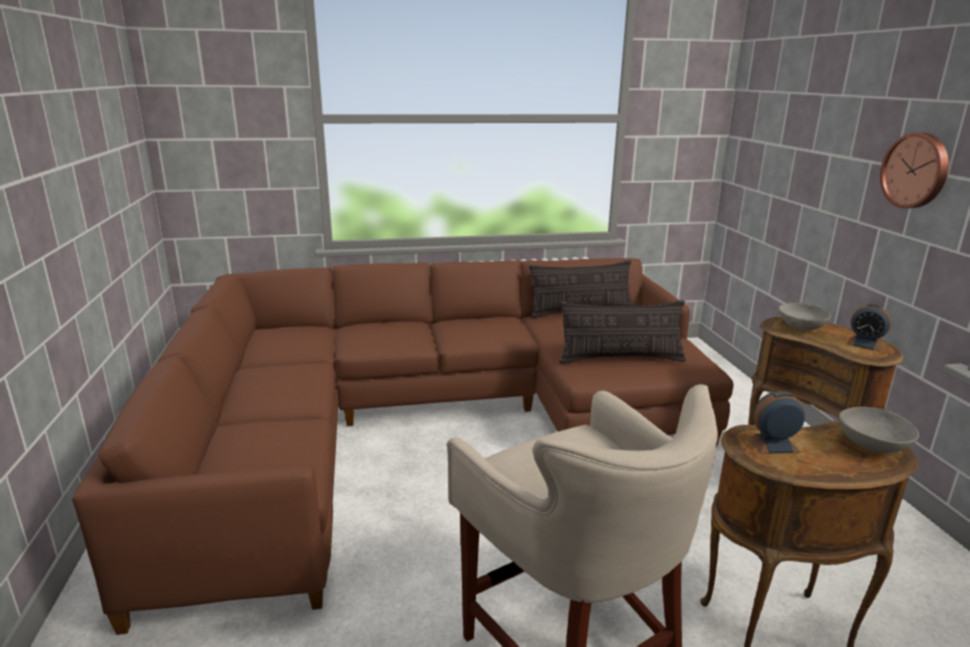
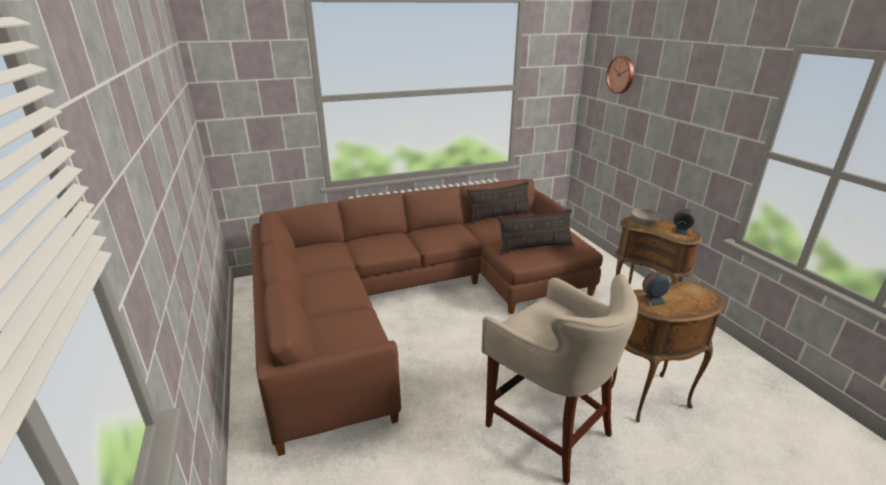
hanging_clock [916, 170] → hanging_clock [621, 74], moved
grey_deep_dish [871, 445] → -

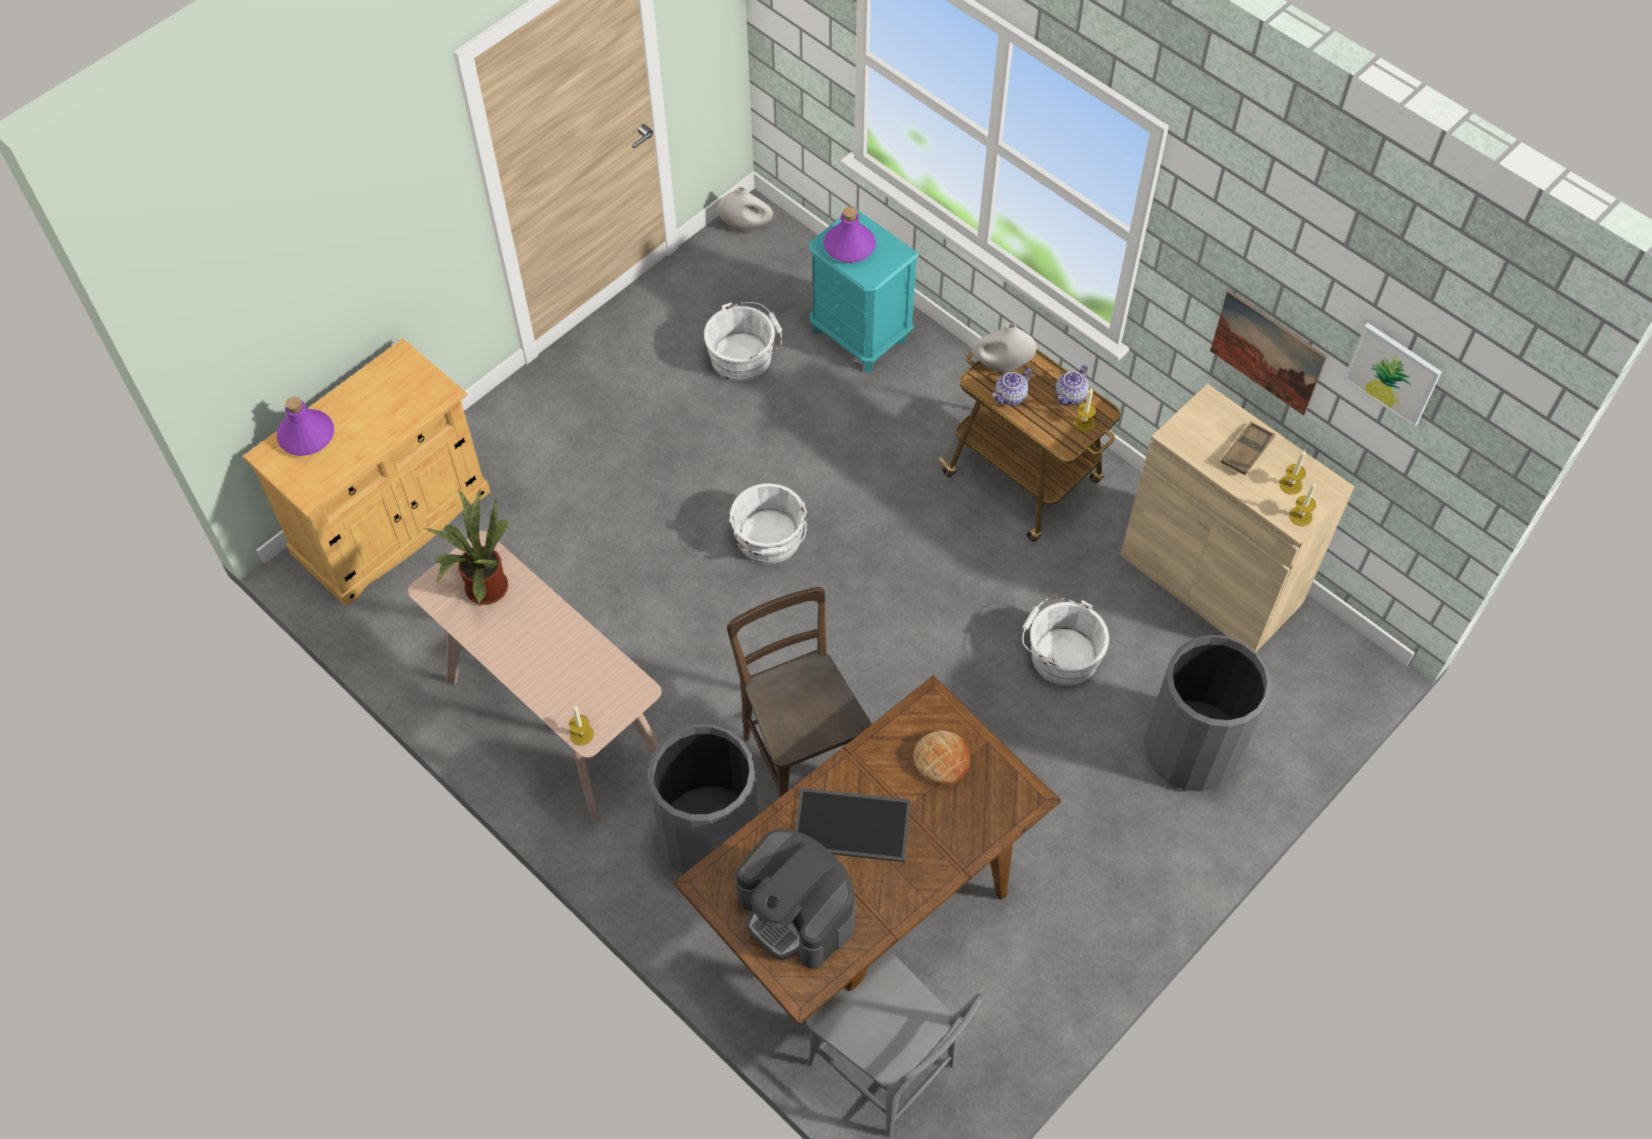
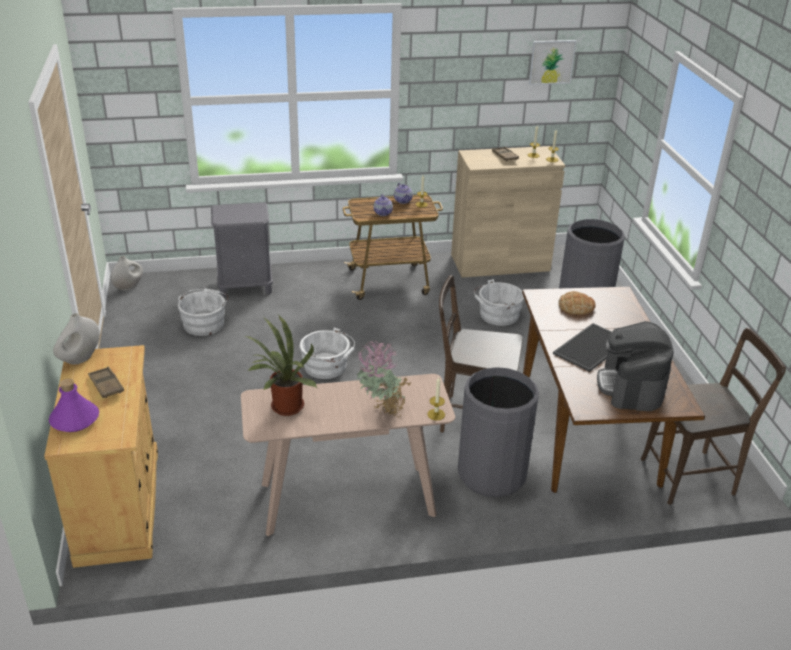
whitish_flower_vase [1001, 365] → whitish_flower_vase [80, 359], moved
- → brown-coloured_tray [106, 385]
turquoise_bedside_table [860, 335] → grey_bedside_table [246, 286]
- → houseplant [382, 413]
coffee_machine [797, 912] → coffee_machine [631, 386], 105 degrees clockwise
grey_plain_chair [887, 1069] → brown-coloured_plain_chair [692, 476]
purple_beverage_bottle [850, 246] → -
wall_art [1267, 352] → -

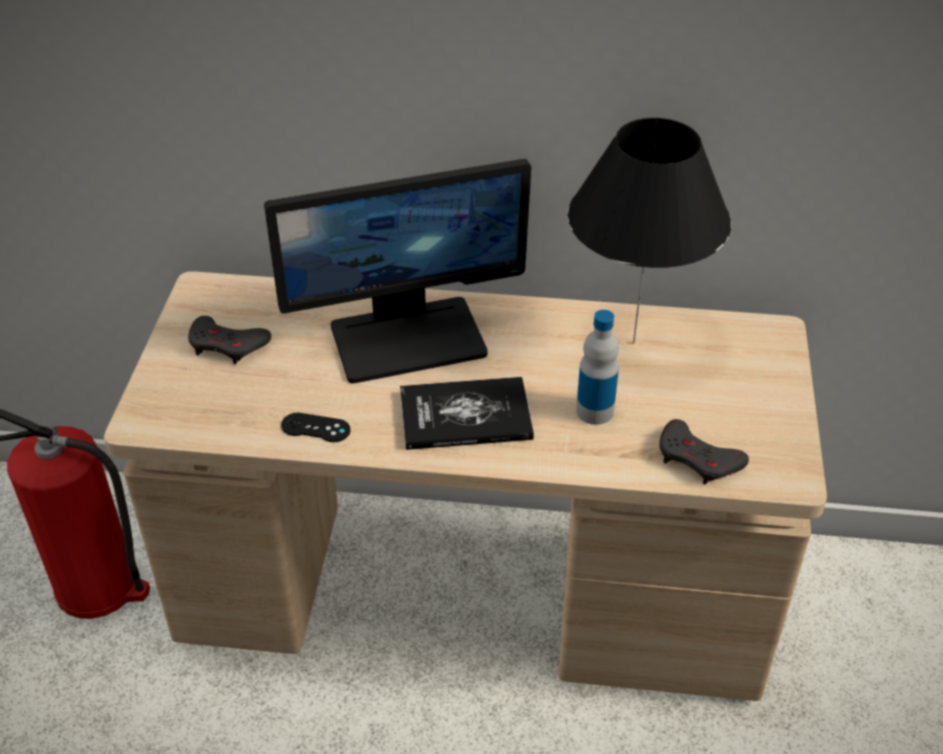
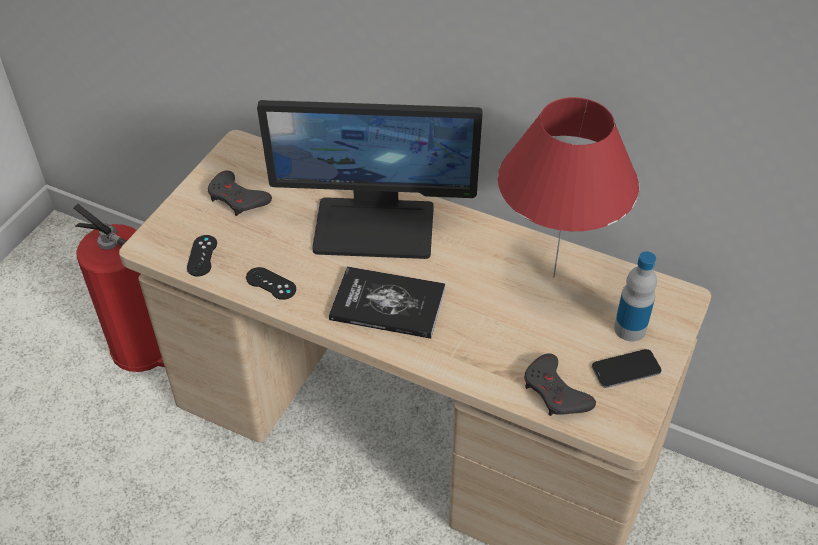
- → black_joypad [202, 256]
black_lamp_for_a_table [633, 342] → red-coloured_lamp_for_a_table [553, 276]
- → phone [626, 369]
beverage_bottle [594, 411] → beverage_bottle [630, 329], moved

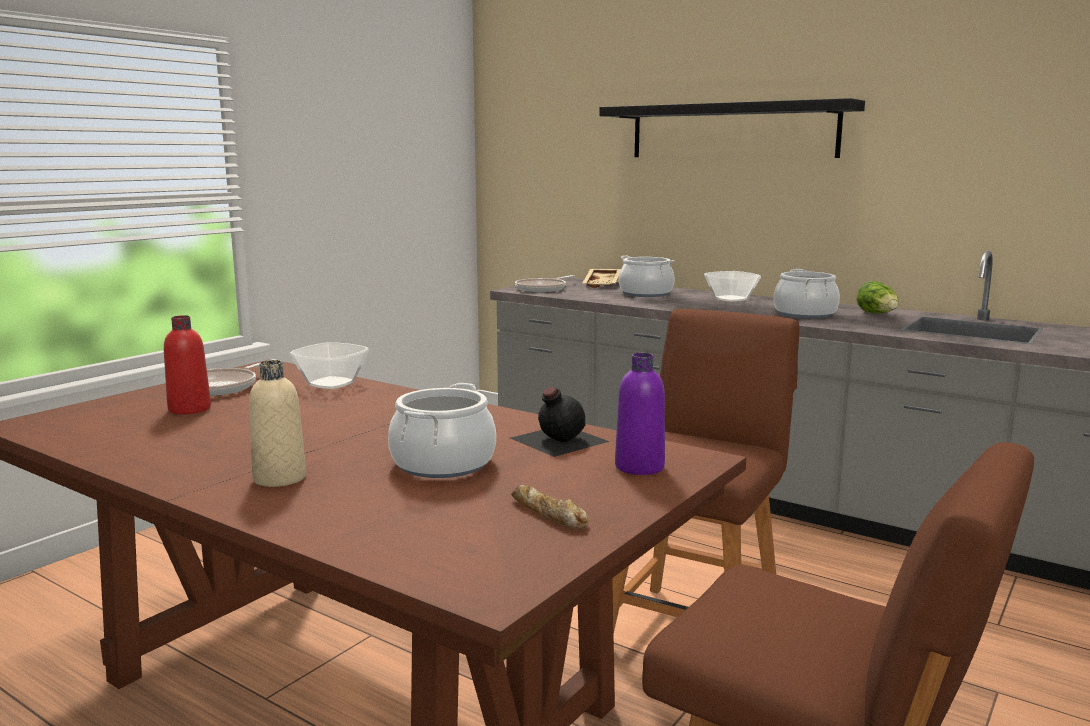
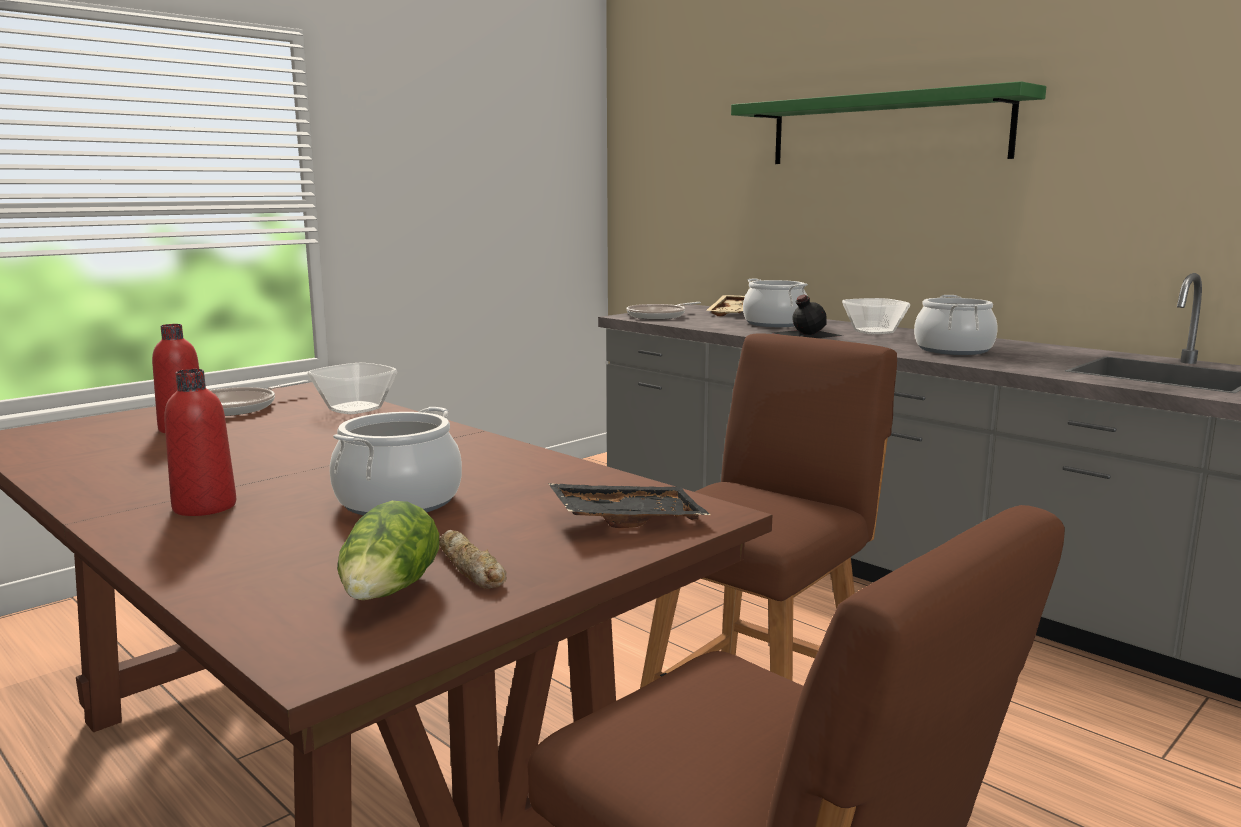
beige-coloured_beverage_bottle [279, 478] → red-coloured_beverage_bottle [204, 507]
lettuce_head [878, 314] → lettuce_head [389, 594], moved
purple_beverage_bottle [639, 467] → black_tray [627, 519]
black_shelf [731, 131] → greenish_shelf [885, 129]
black_beverage_bottle [557, 439] → black_beverage_bottle [805, 334], moved

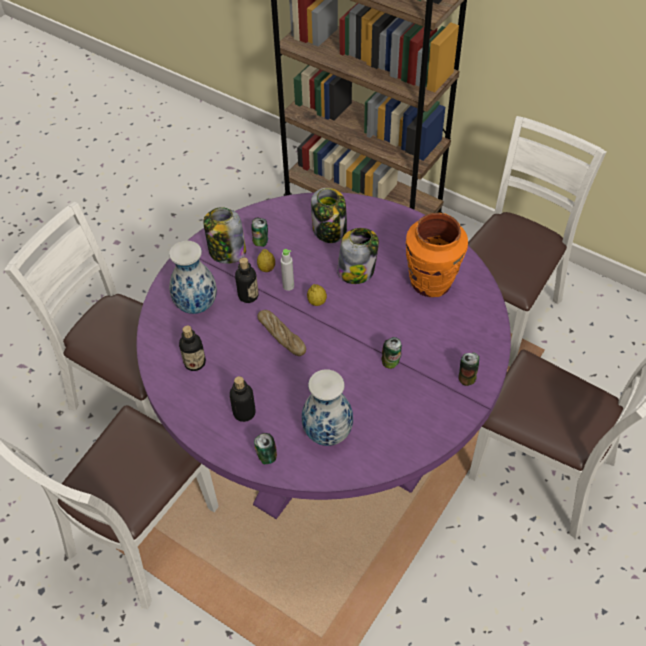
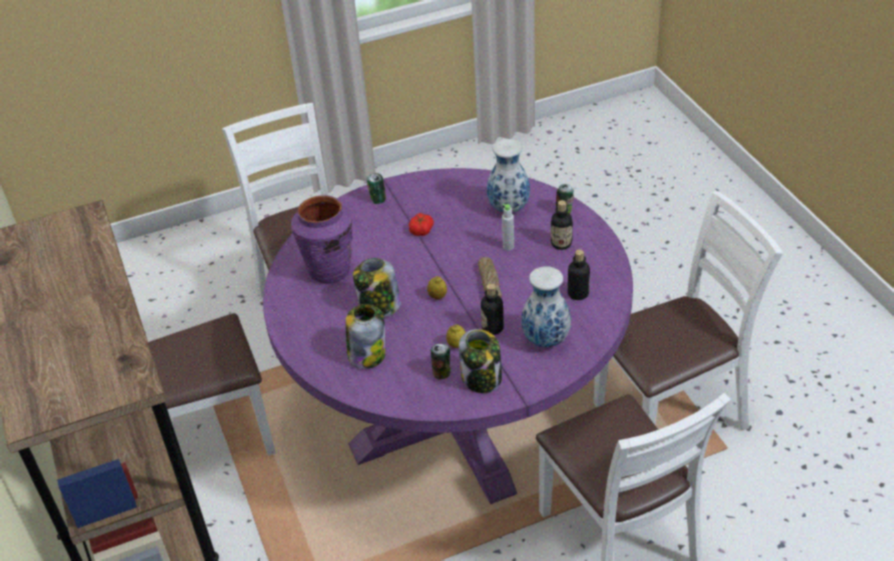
orangey_flower_vase [431, 283] → purple_flower_vase [329, 270]
sealed_can [391, 363] → fresh_tomato [421, 230]
grey_beverage_bottle [288, 286] → grey_beverage_bottle [508, 246], moved

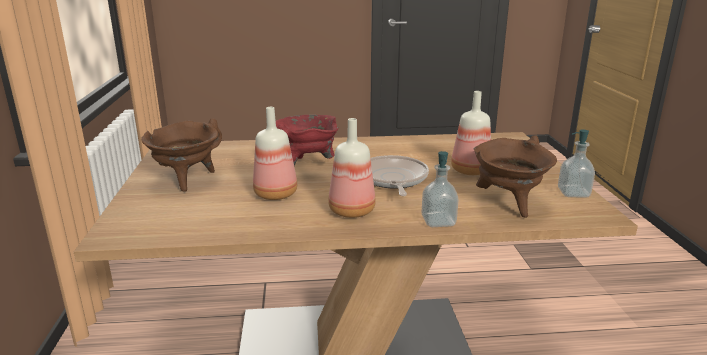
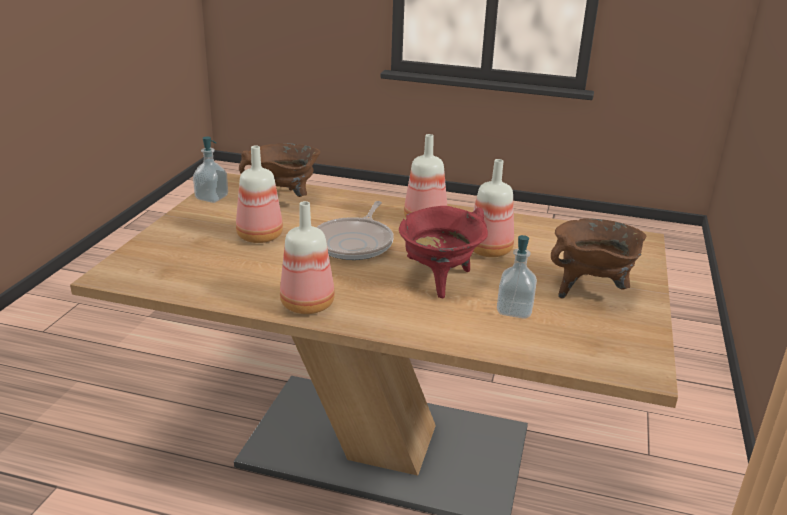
- → beverage_bottle [309, 305]
liquid_soap_bottle [438, 221] → liquid_soap_bottle [514, 310], moved

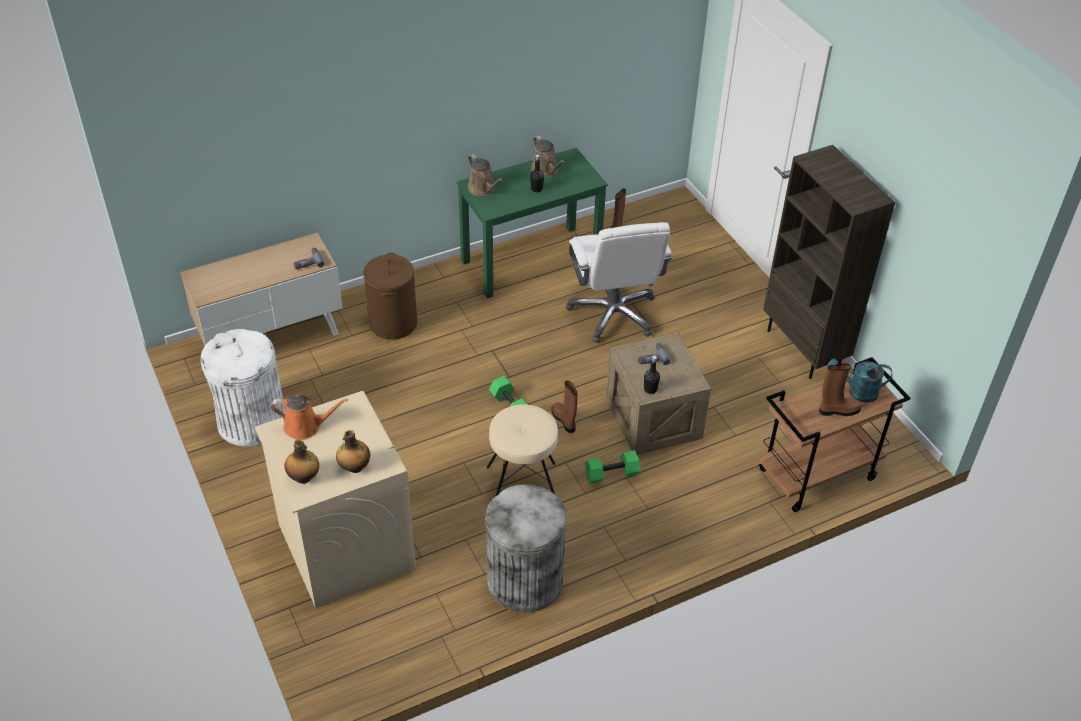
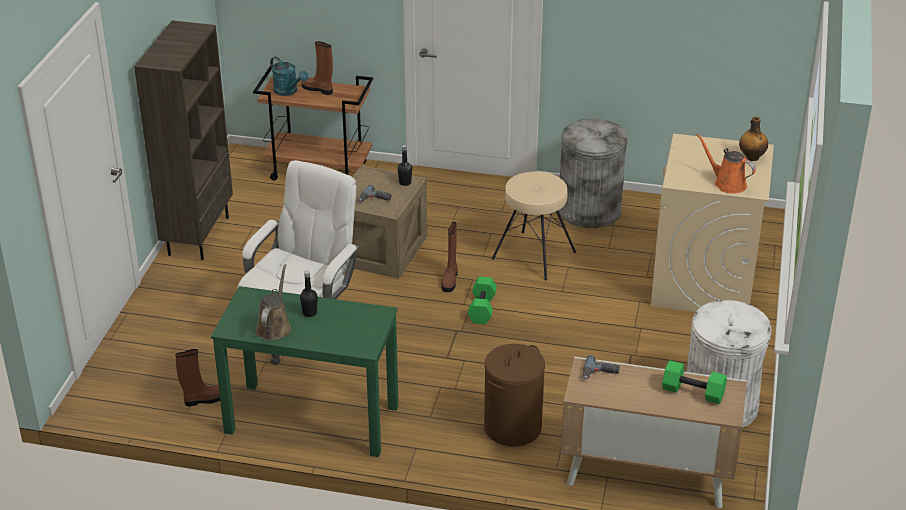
greenish_dumbbell [611, 475] → greenish_dumbbell [694, 391], moved
beverage_bottle [354, 467] → -
brown-coloured_watering_can [483, 189] → -

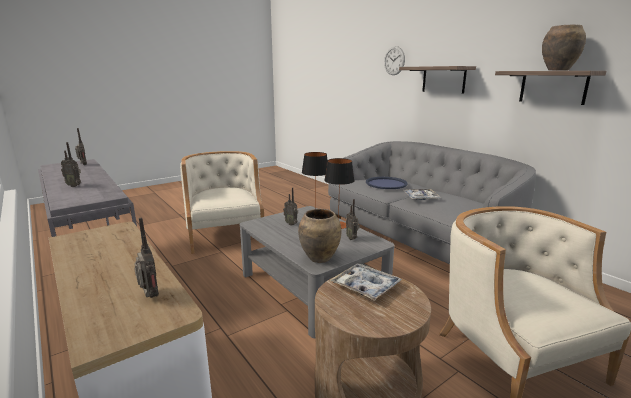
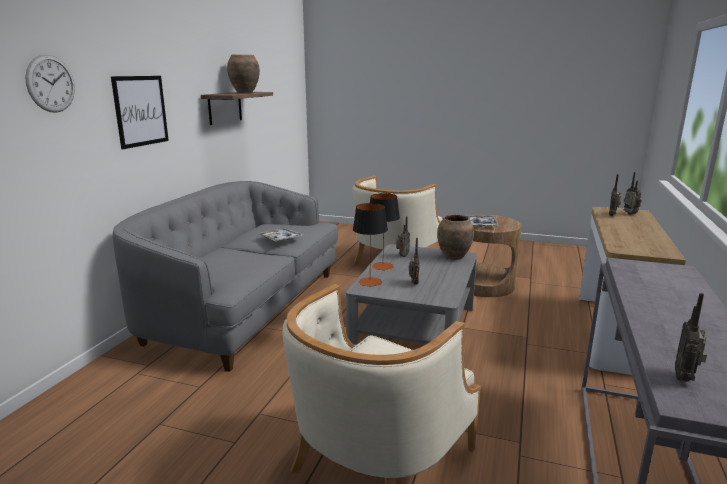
shelf [443, 79] → wall_art [141, 111]
radio_receiver [74, 186] → radio_receiver [629, 214], moved
blue-coloured_tray [386, 183] → -

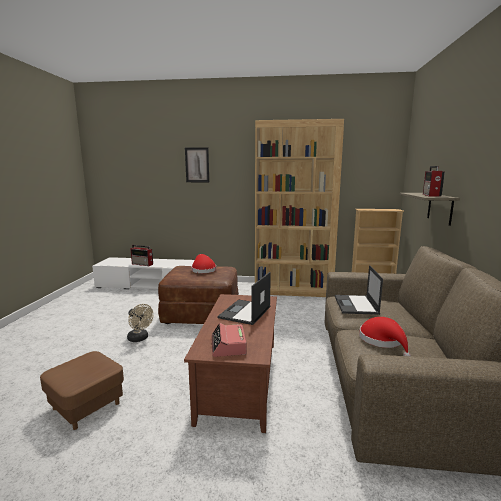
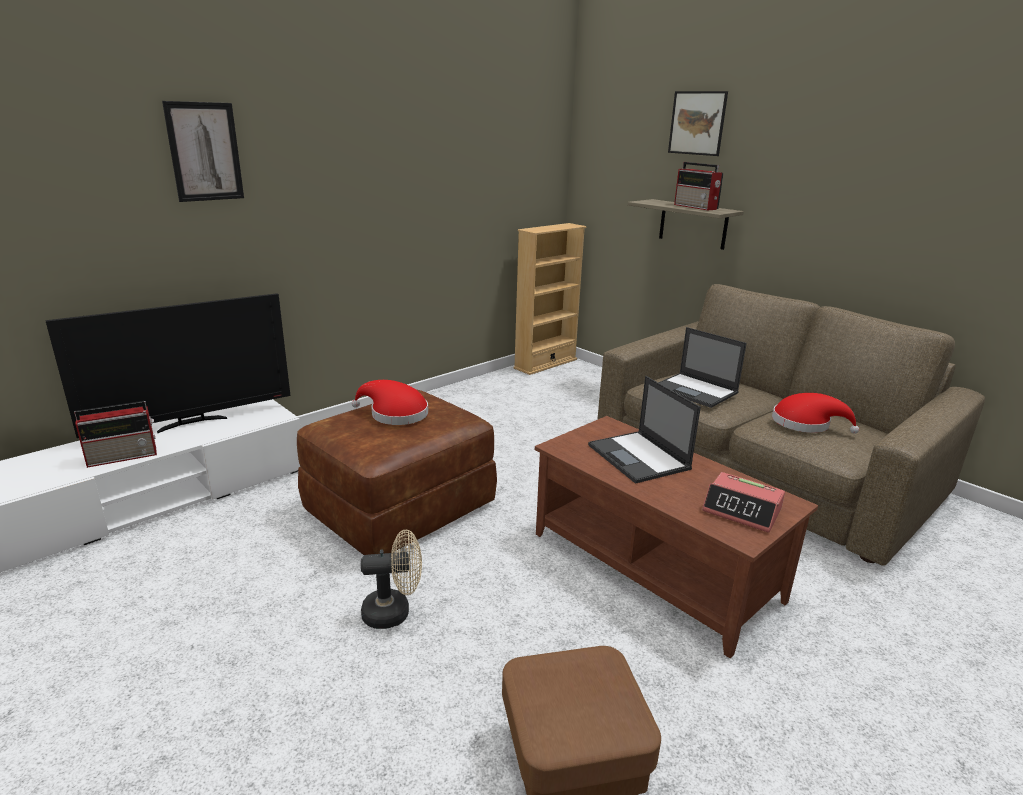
- → TV_set [192, 423]
- → wall_art [697, 123]
brown-coloured_bookshelf [293, 290] → -

